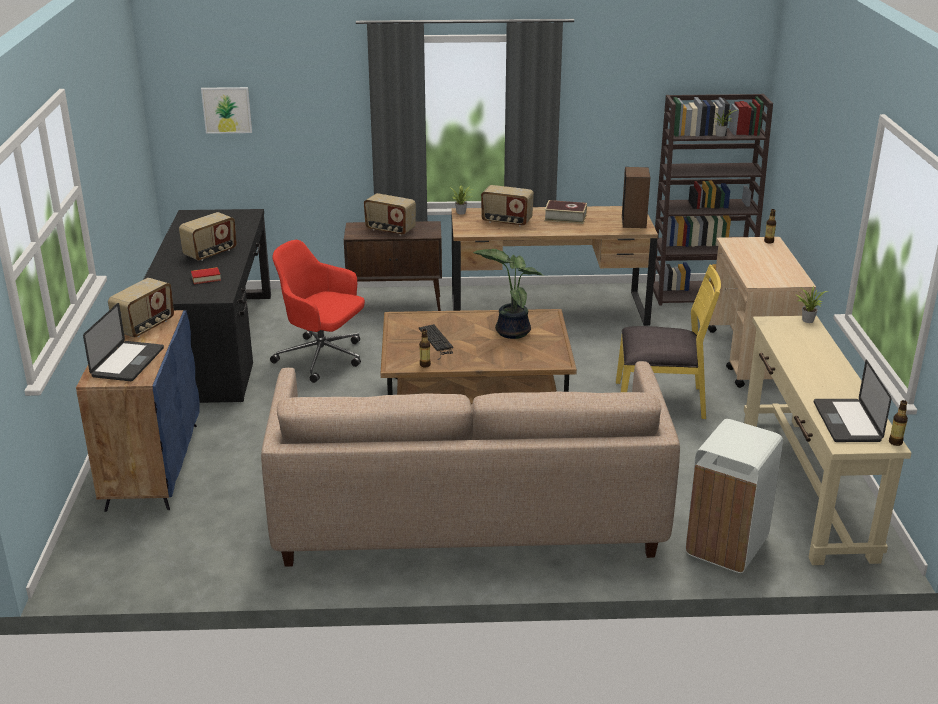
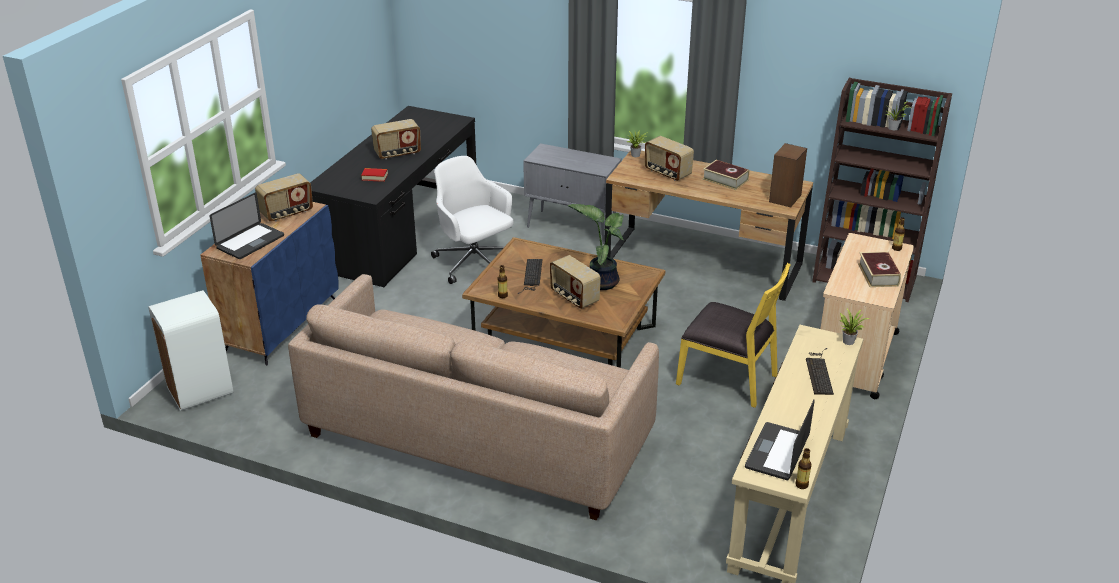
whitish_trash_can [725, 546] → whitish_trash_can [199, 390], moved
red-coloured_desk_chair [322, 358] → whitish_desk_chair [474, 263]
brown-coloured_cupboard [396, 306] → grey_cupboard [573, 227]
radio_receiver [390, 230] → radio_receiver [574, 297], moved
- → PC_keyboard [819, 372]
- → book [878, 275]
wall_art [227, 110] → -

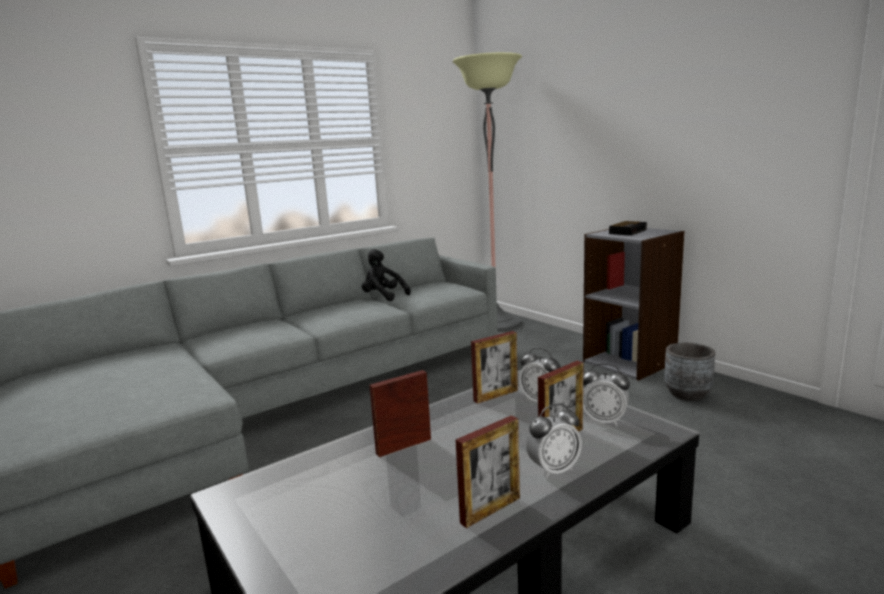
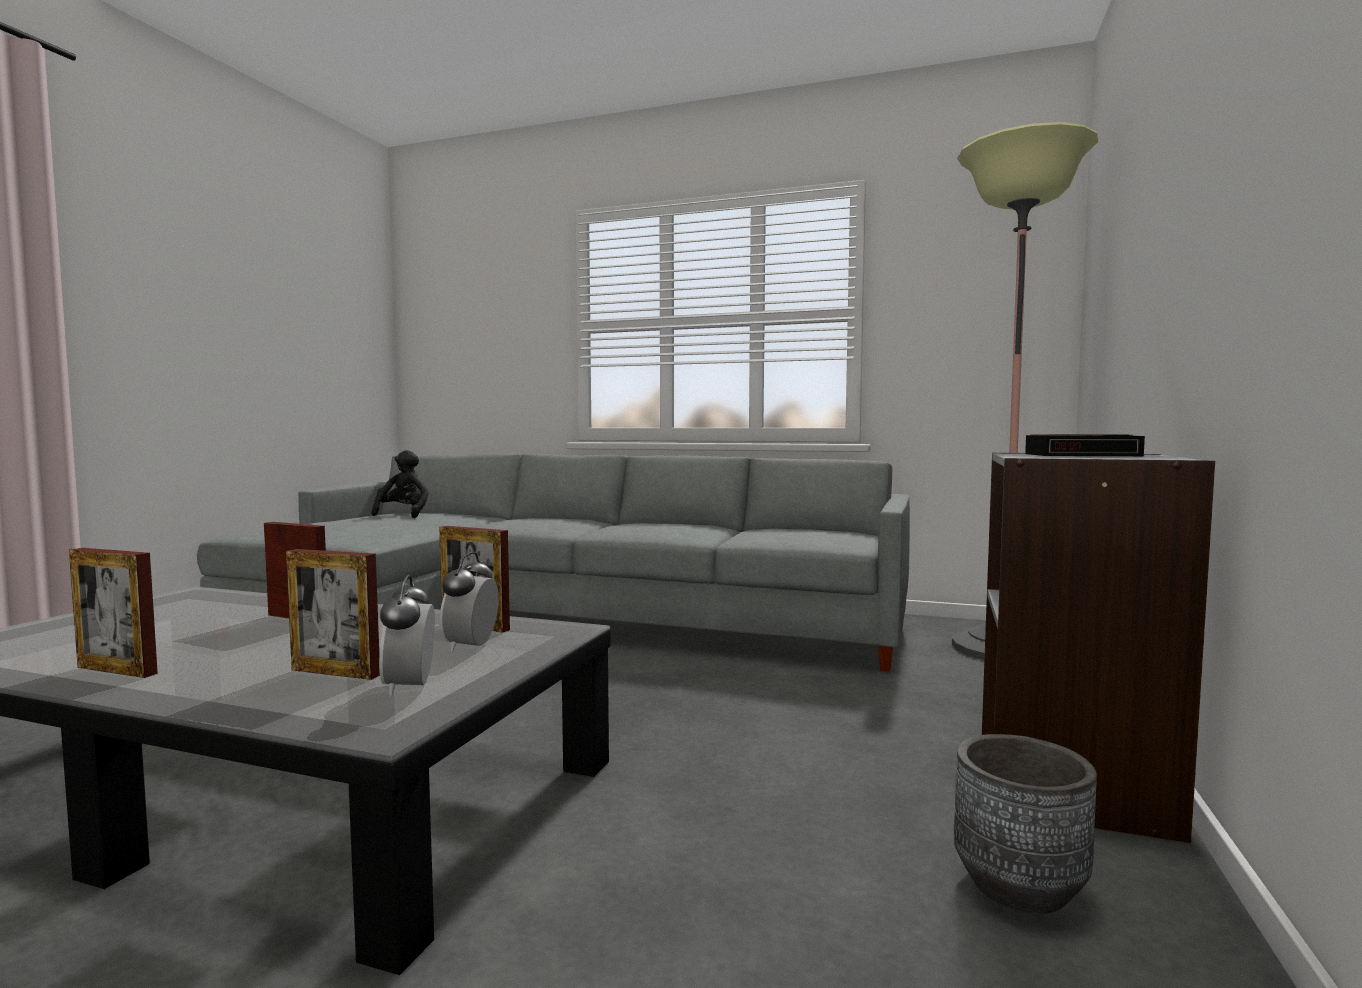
black_plush_toy [383, 297] → black_plush_toy [403, 514], moved
alarm_clock [553, 470] → -

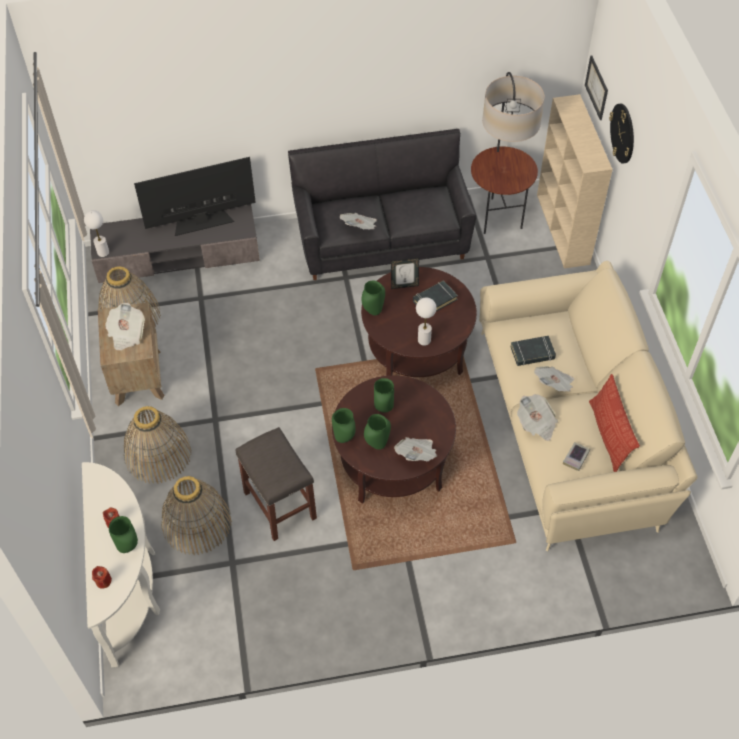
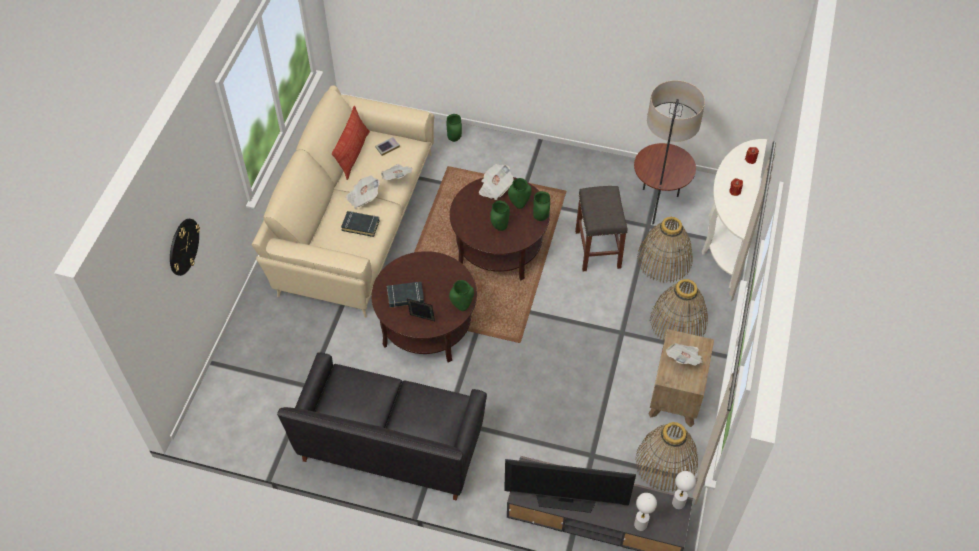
greenish_flower_vase [129, 546] → greenish_flower_vase [454, 139], moved
standard_lamp [498, 216] → standard_lamp [657, 206], moved
whitish_lamp_for_a_table [424, 340] → whitish_lamp_for_a_table [640, 524], moved
daily_paper [360, 227] → -
beige-coloured_bookshelf [563, 229] → -
wall_art [596, 87] → -

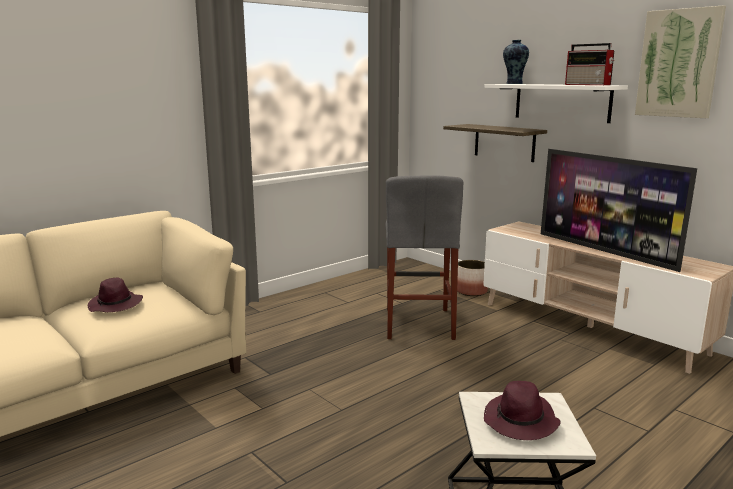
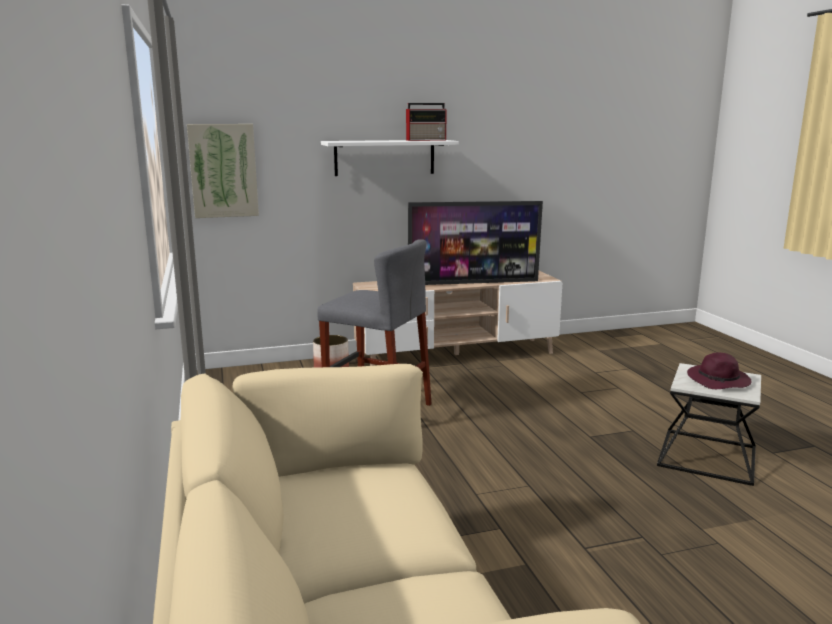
wall_art [678, 63] → wall_art [223, 170], moved
purple_hat [116, 305] → -
shelf [504, 142] → -
flower_vase [513, 83] → -

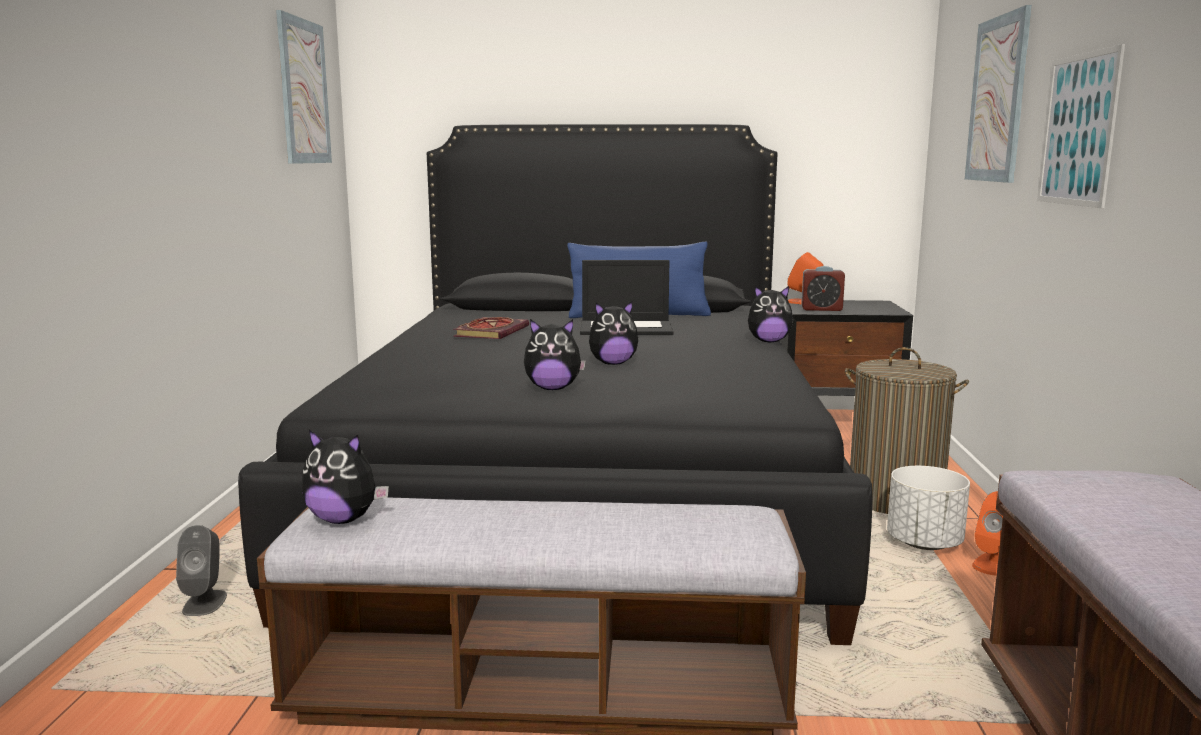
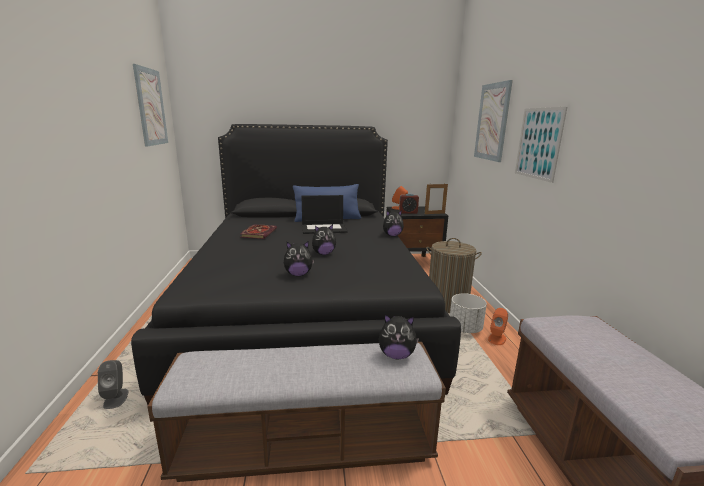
plush_toy [344, 519] → plush_toy [396, 355], moved
- → photo_frame [434, 213]

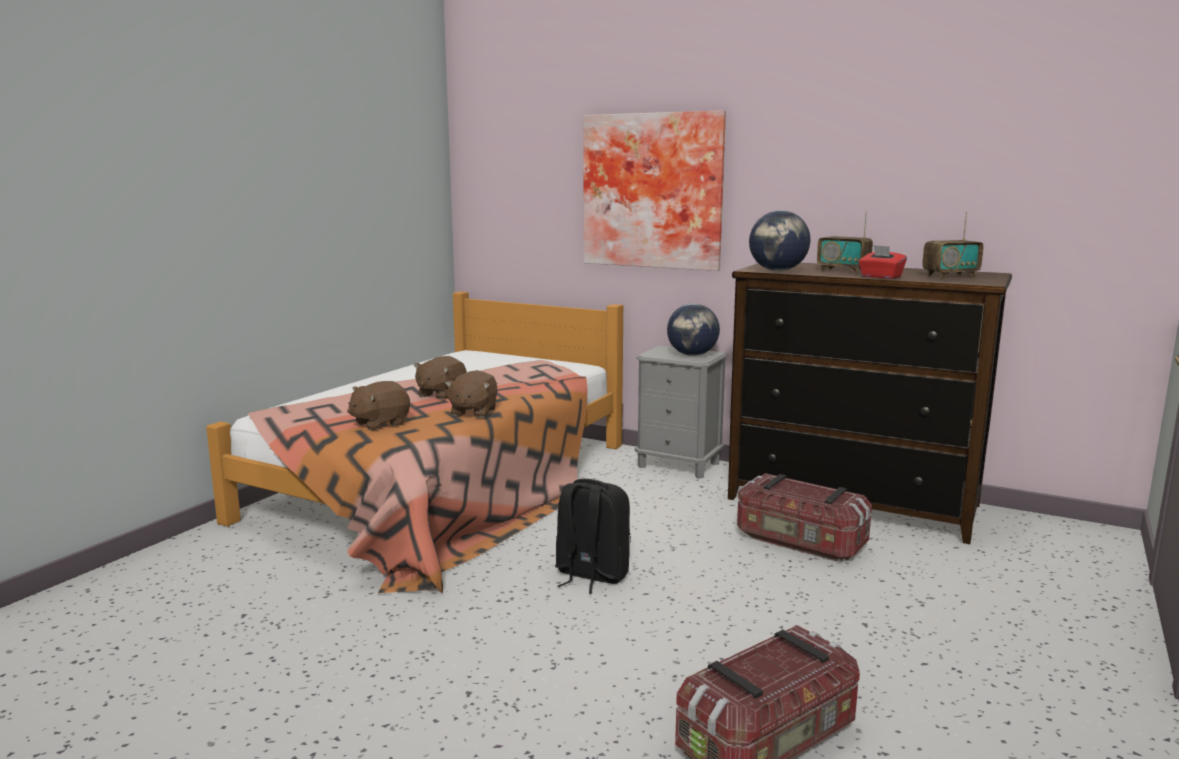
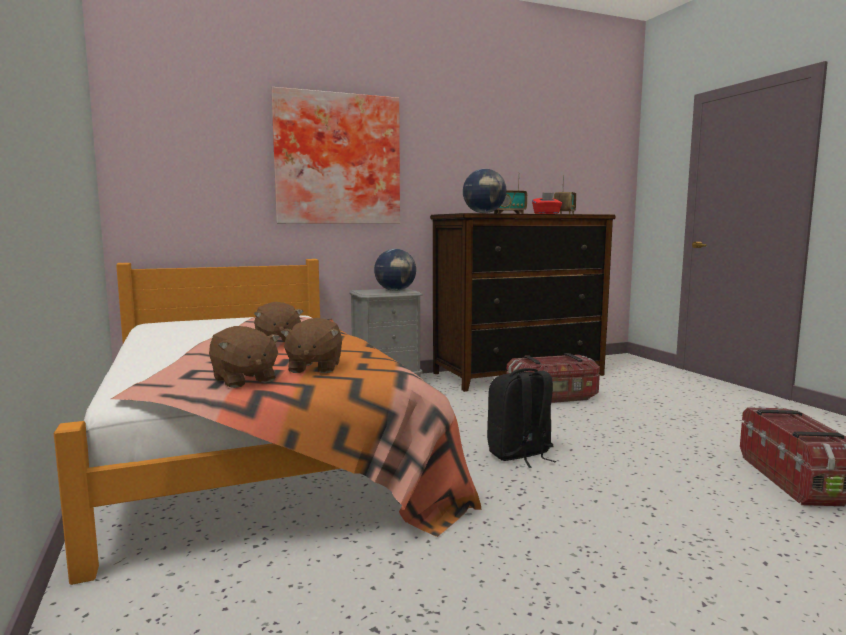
brown-coloured_plush_toy [473, 412] → brown-coloured_plush_toy [243, 380], moved

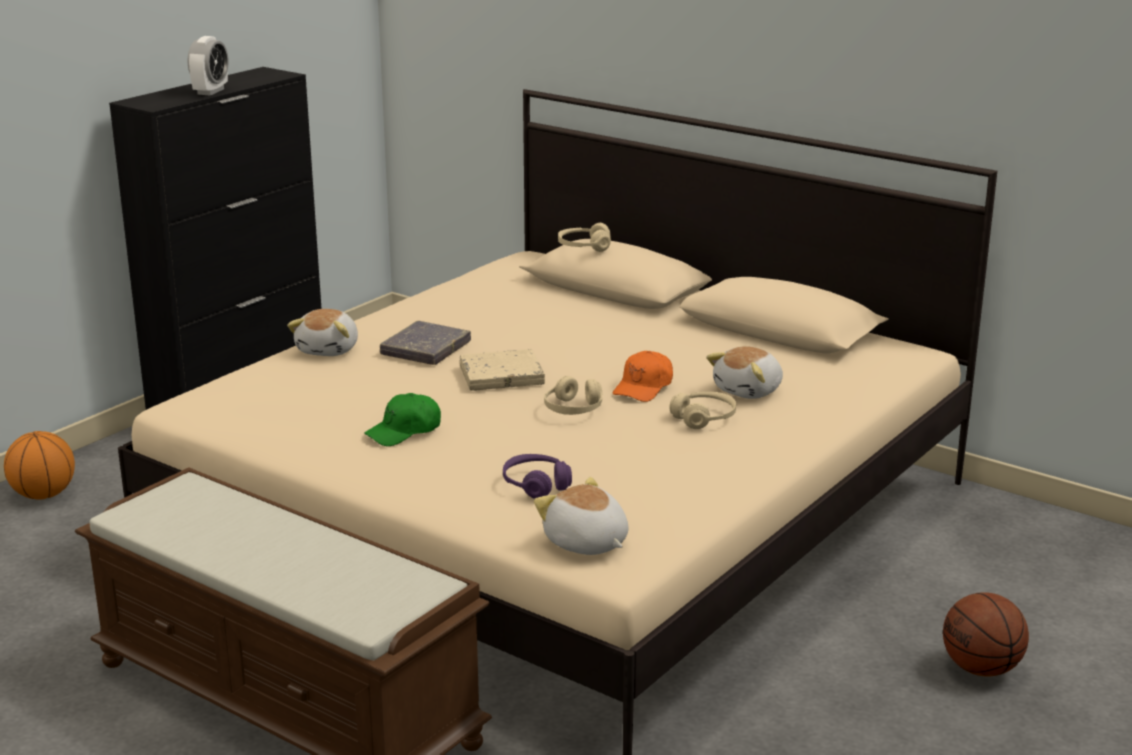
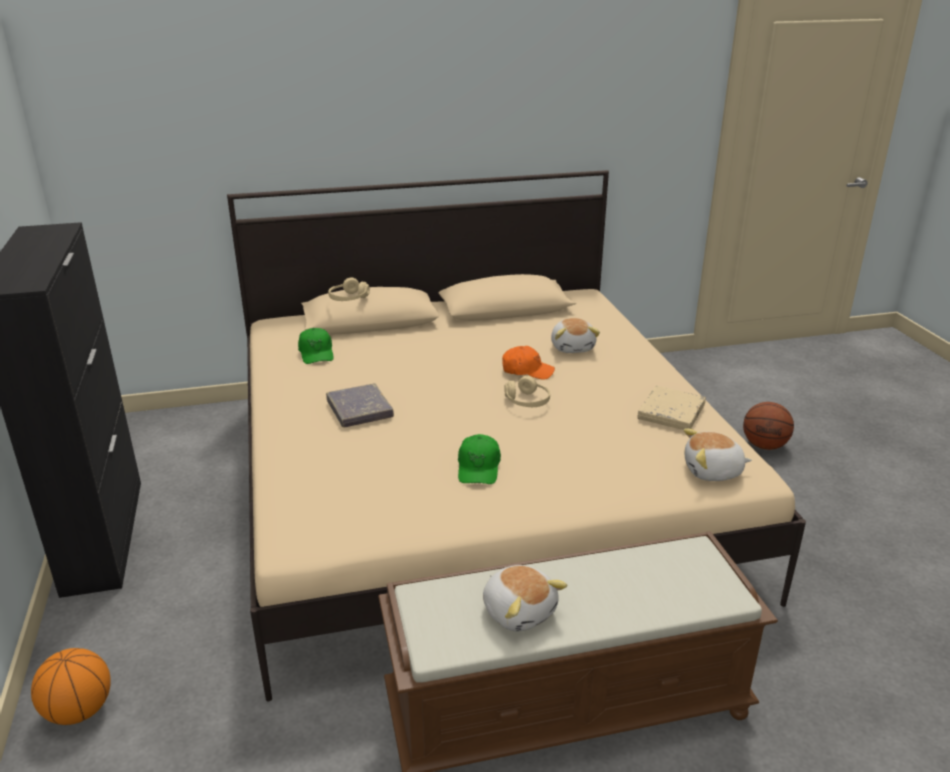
- → greenish_peaked_cap [316, 353]
plush_toy [329, 349] → plush_toy [519, 611], moved
orangey_peaked_cap [644, 387] → orangey_peaked_cap [527, 371], 60 degrees counterclockwise
beige-coloured_book [501, 376] → beige-coloured_book [671, 413], moved
alarm_clock [210, 91] → -
purple_pair_of_headphones [536, 485] → -
beige-coloured_pair_of_headphones [703, 418] → -

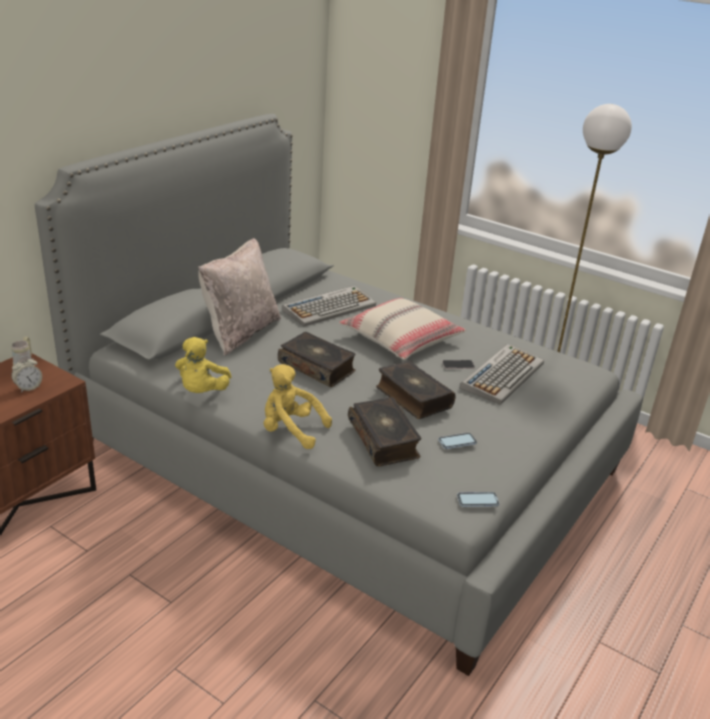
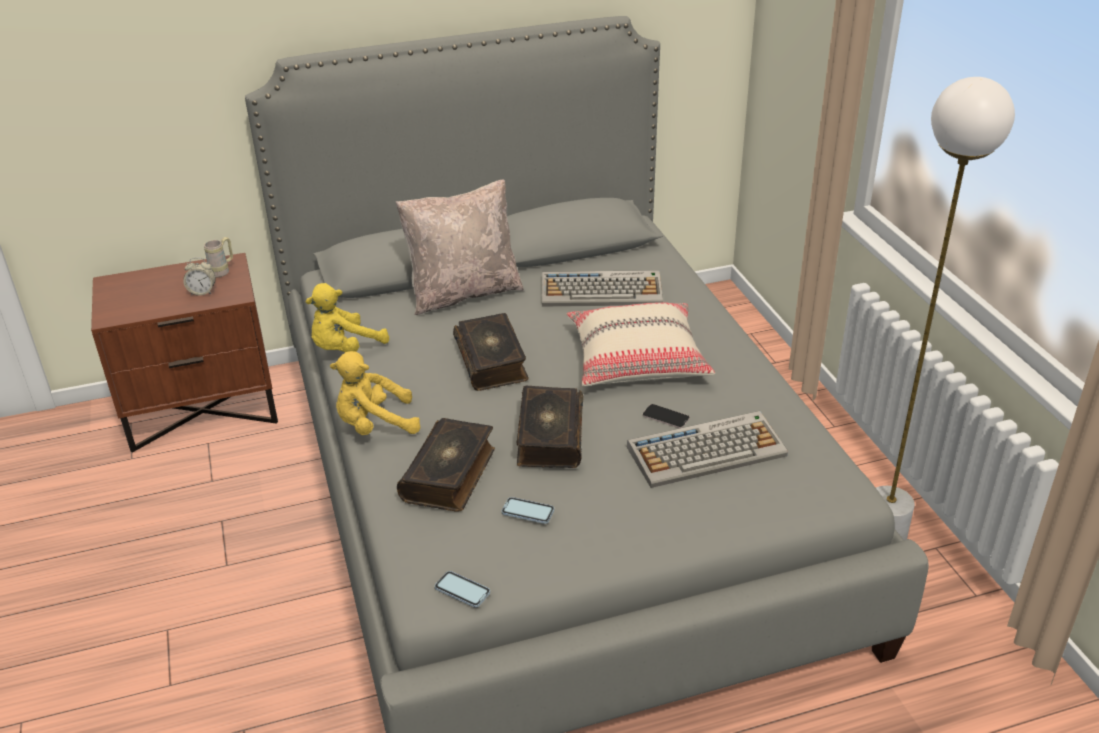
yellowish_plush_toy [291, 430] → yellowish_plush_toy [374, 425], 75 degrees counterclockwise

